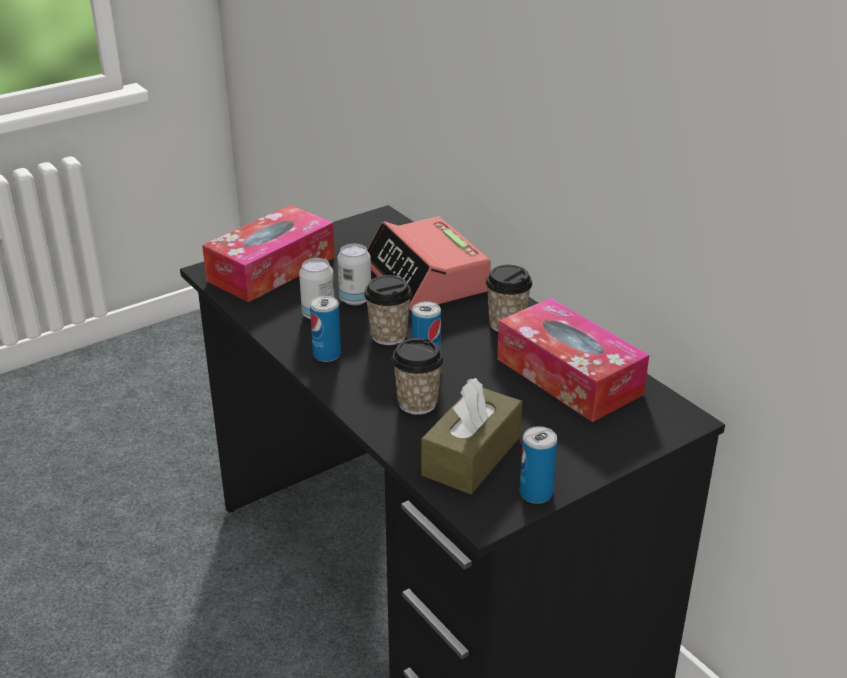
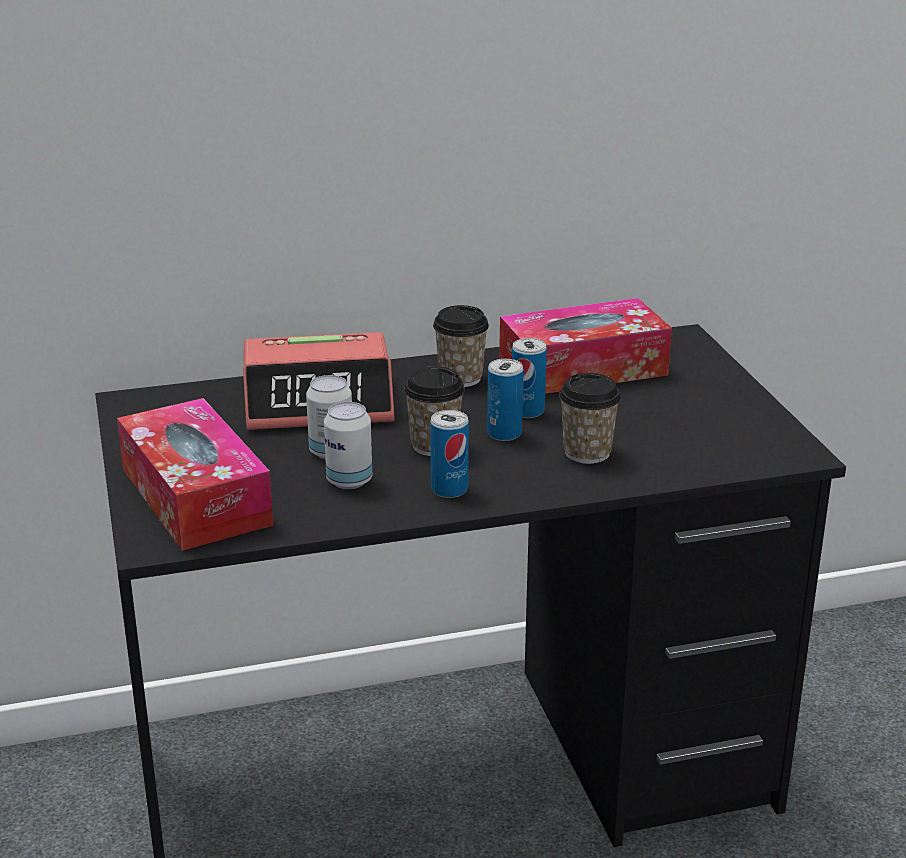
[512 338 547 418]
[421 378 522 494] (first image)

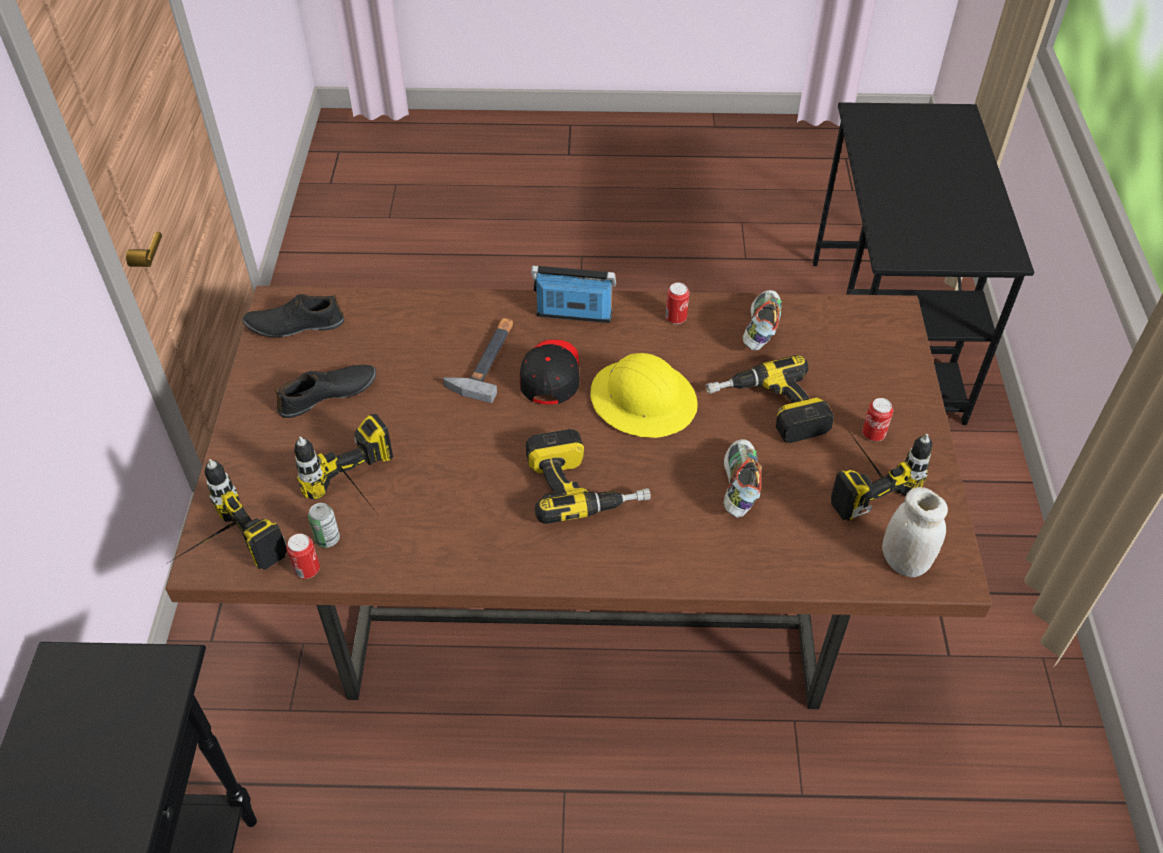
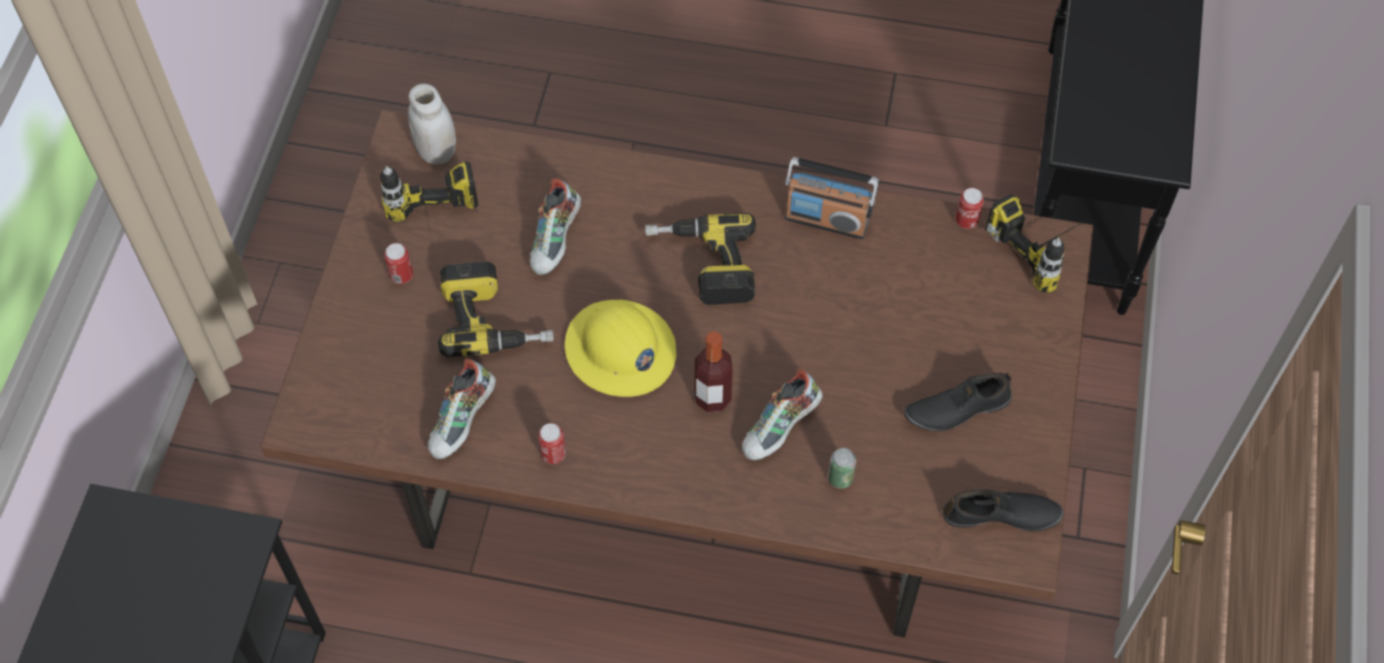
[694 331 733 412]
[742 368 823 461]
[785 157 879 239]
[828 448 856 489]
[294 413 393 517] (first image)

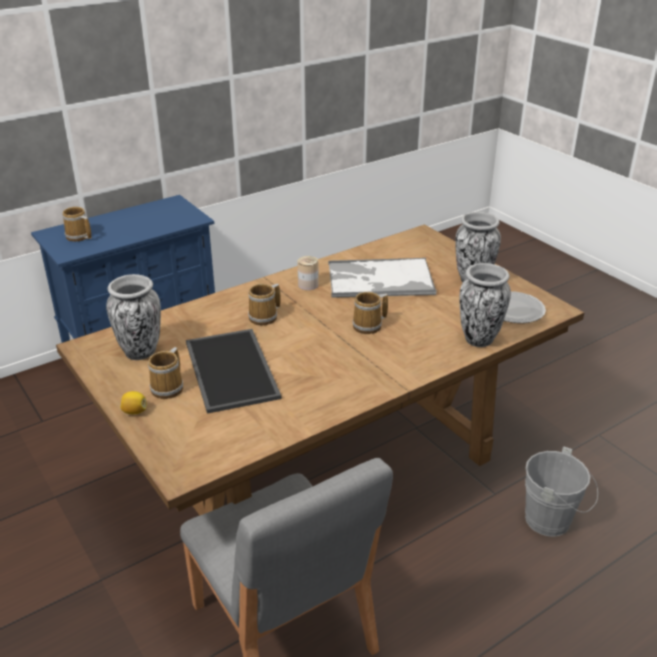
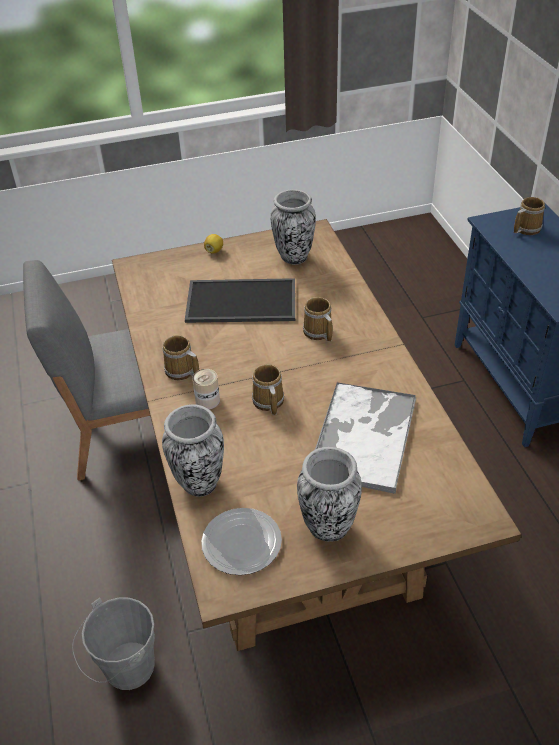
[162 335 199 380]
[192 369 220 409]

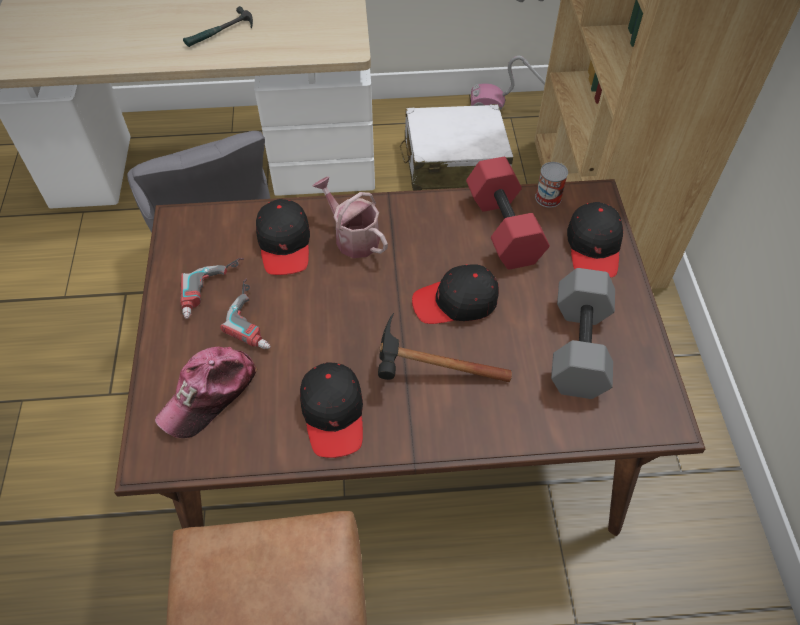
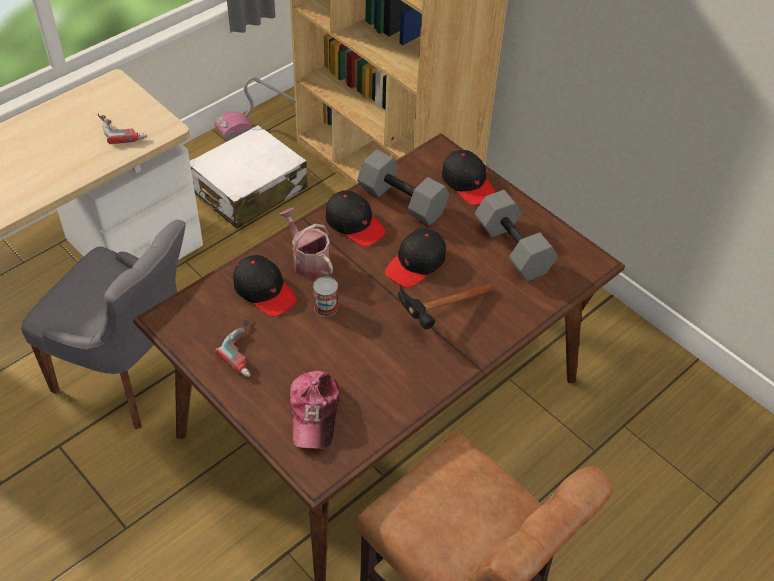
[98 113 147 144]
[279 208 333 278]
[313 276 338 317]
[325 190 386 247]
[357 150 449 226]
[183 6 253 47] (first image)

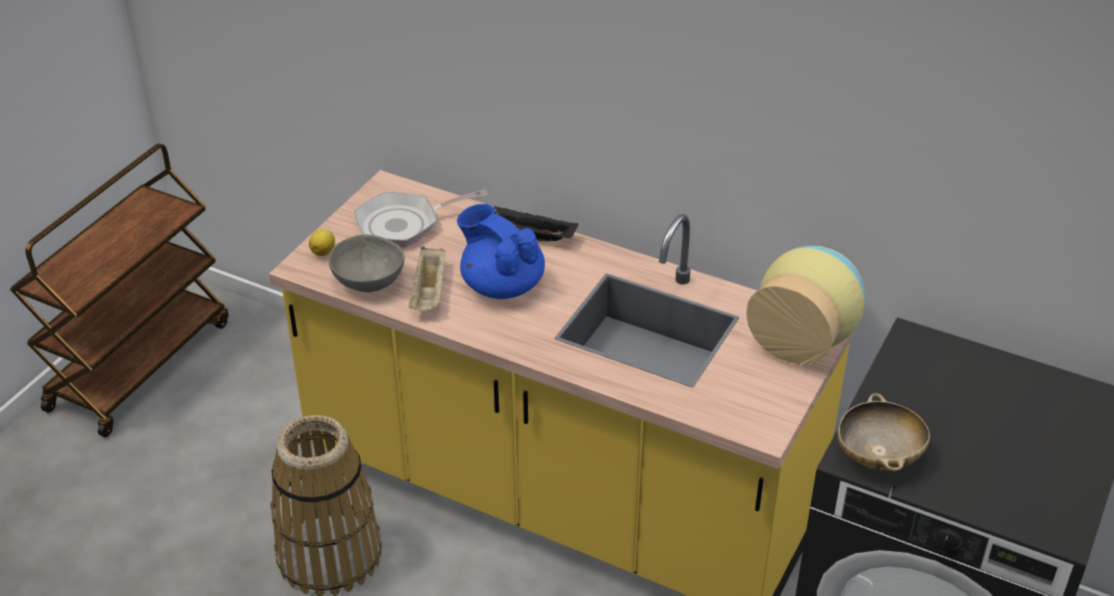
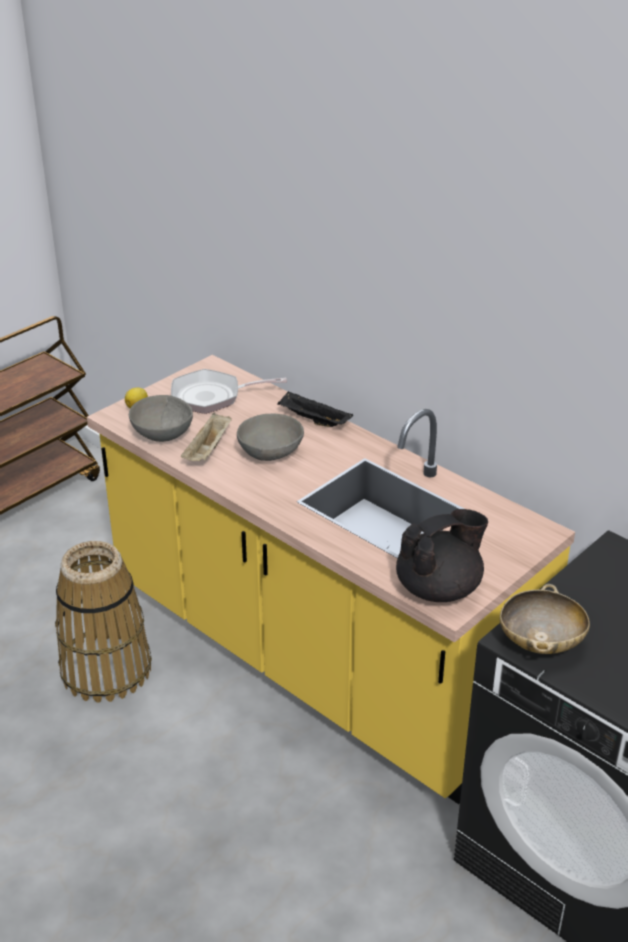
[237 414 304 461]
[396 509 488 602]
[746 246 865 366] (first image)

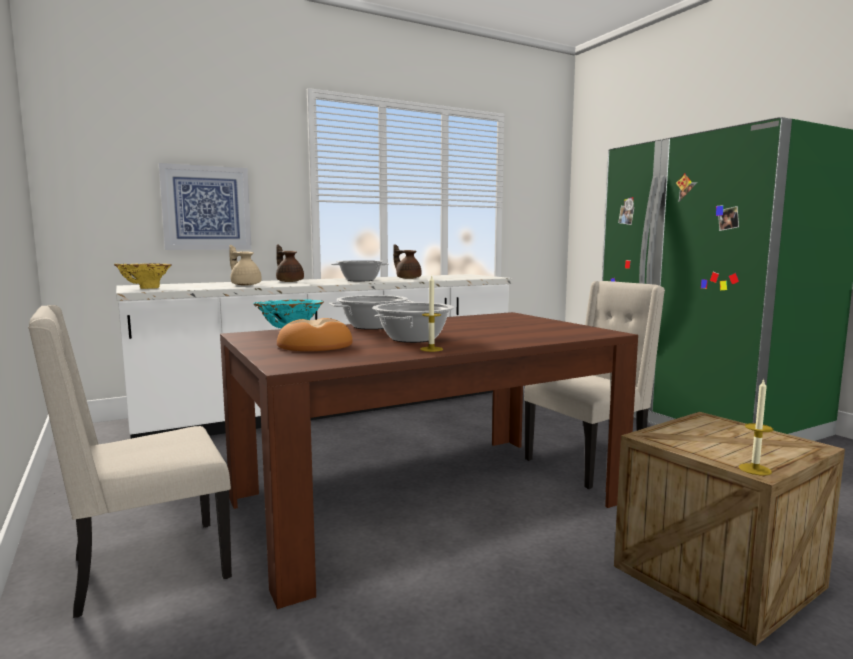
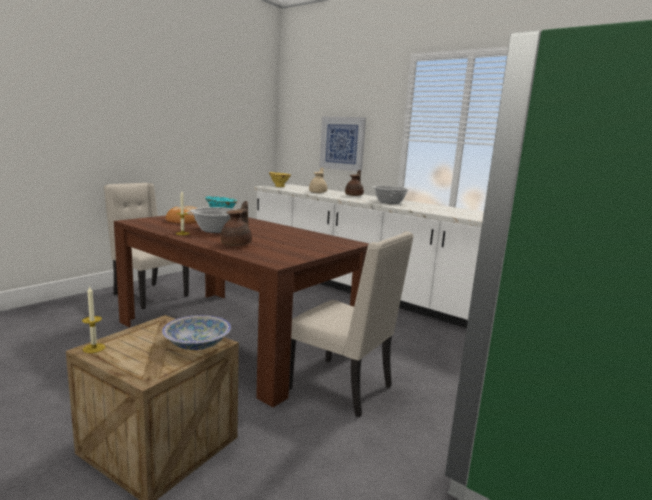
[162 315 231 350]
[221 201 252 246]
[329 295 413 330] (first image)

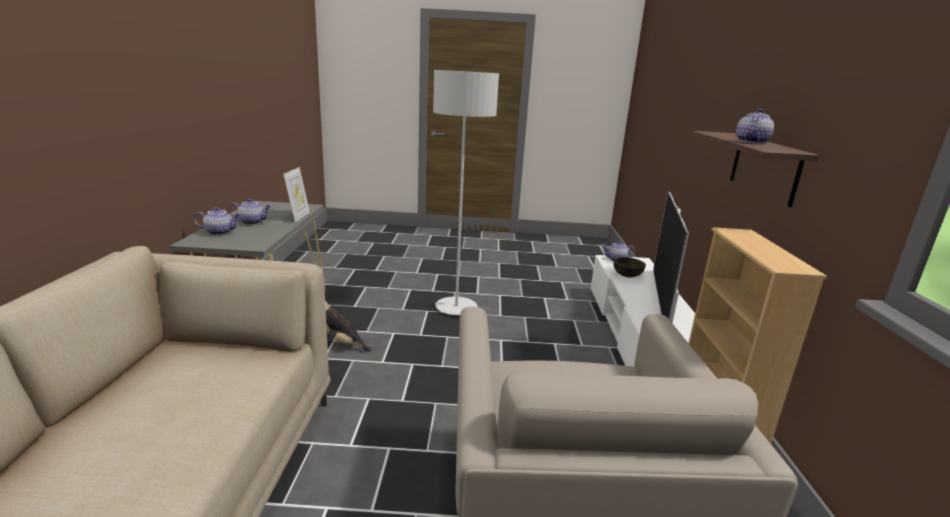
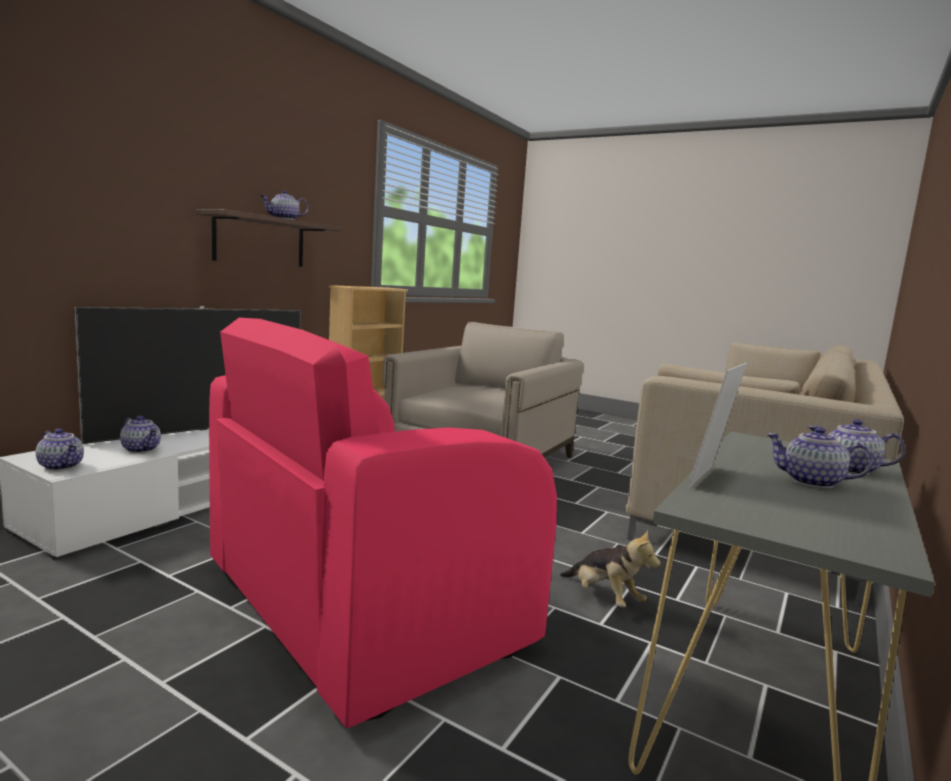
[120 416 161 453]
[209 318 557 728]

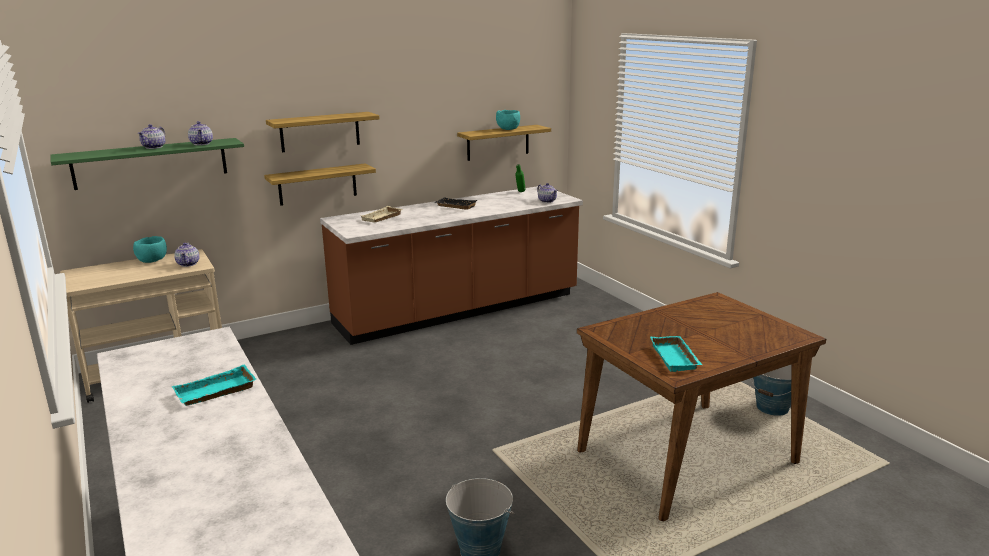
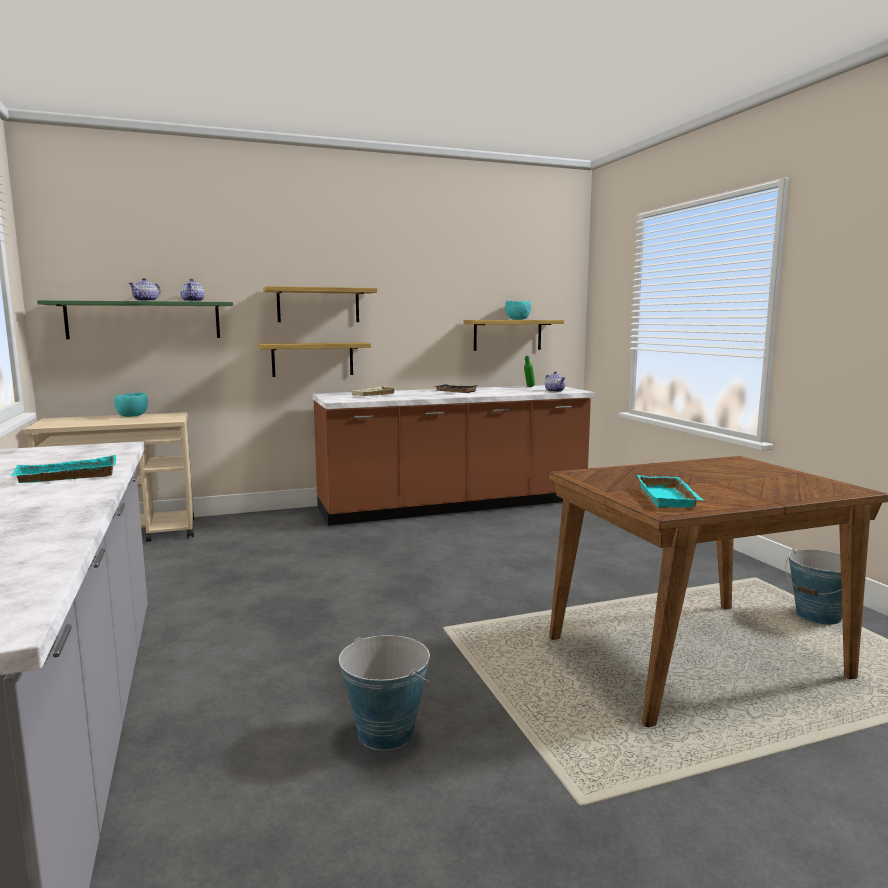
[174 243 199 267] (first image)

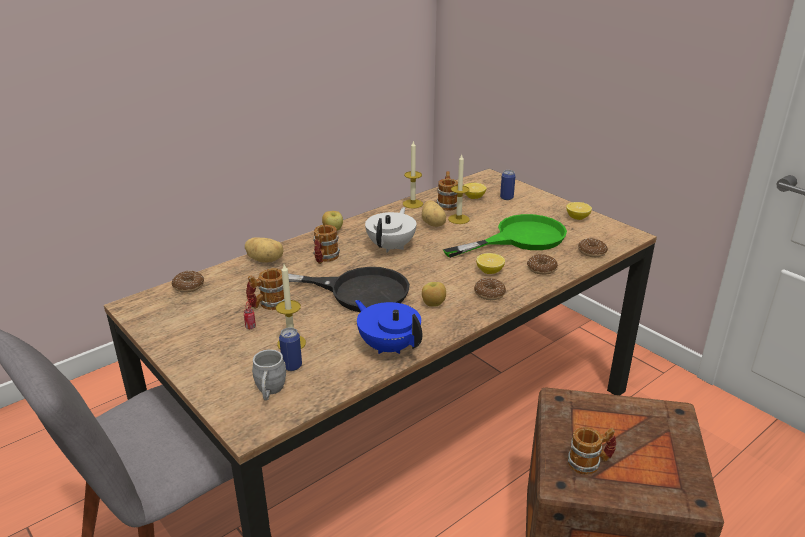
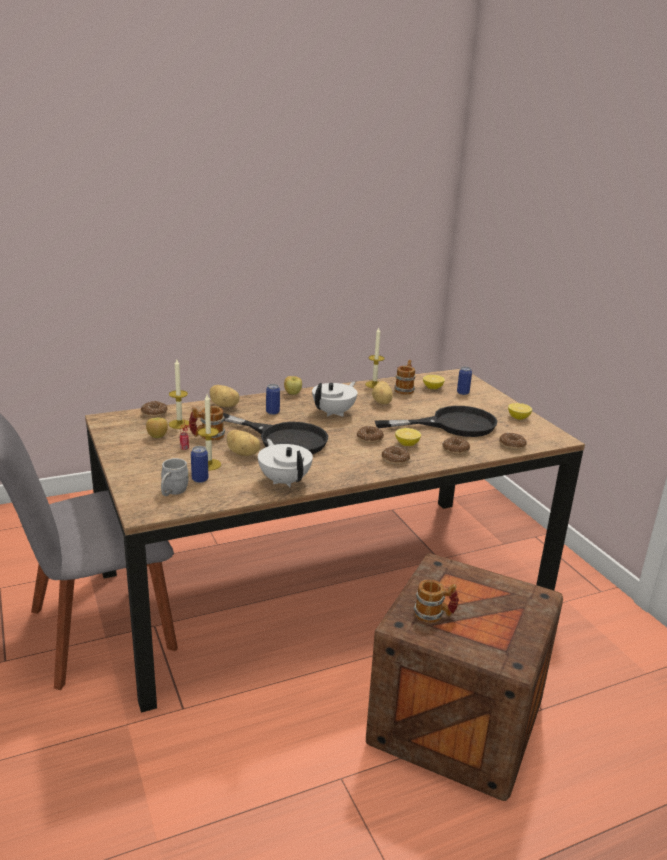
[146 418 168 438]
[169 359 189 429]
[227 430 261 456]
[258 439 313 487]
[266 384 280 415]
[357 426 384 443]
[375 406 497 437]

